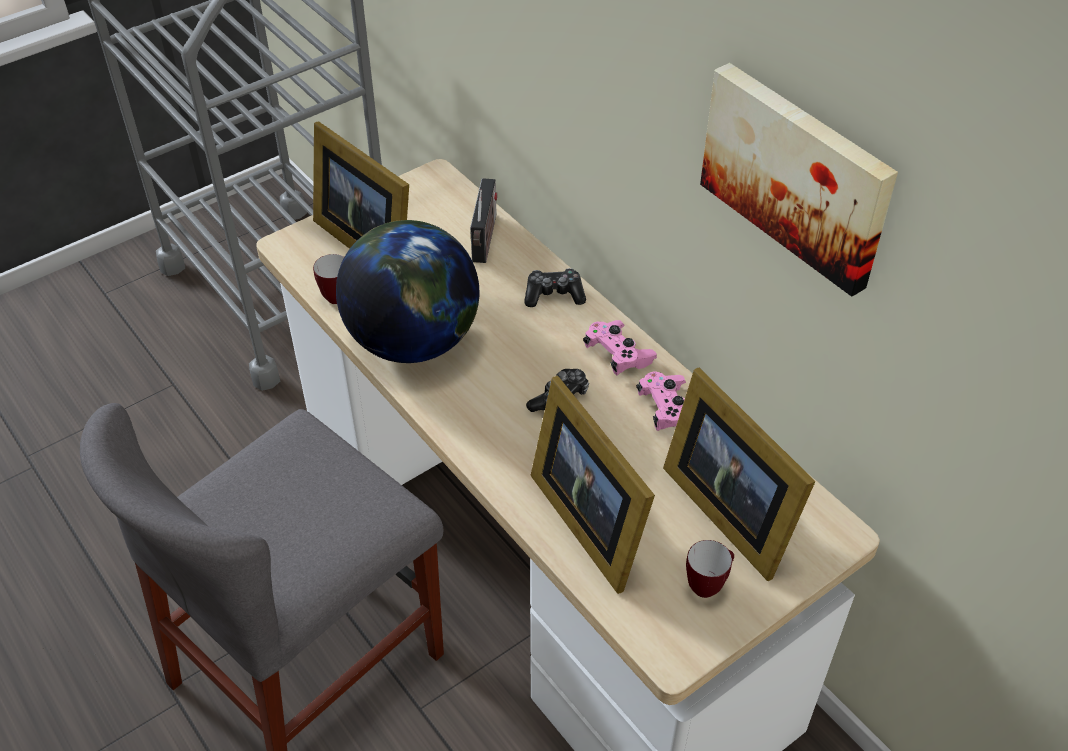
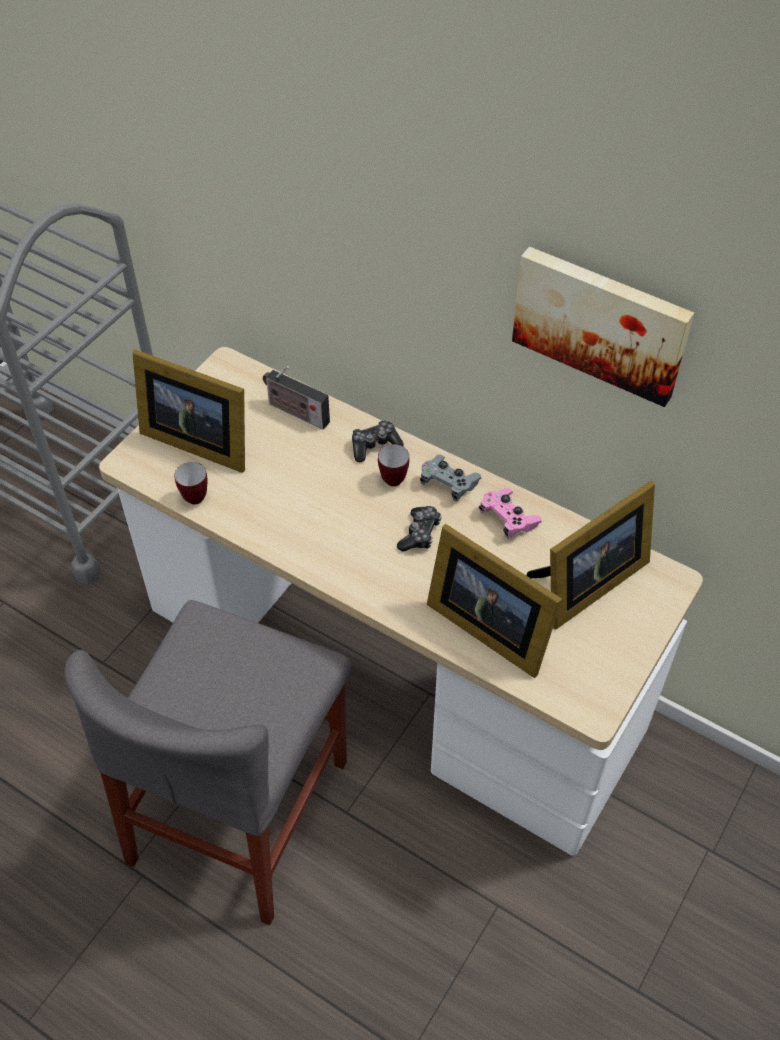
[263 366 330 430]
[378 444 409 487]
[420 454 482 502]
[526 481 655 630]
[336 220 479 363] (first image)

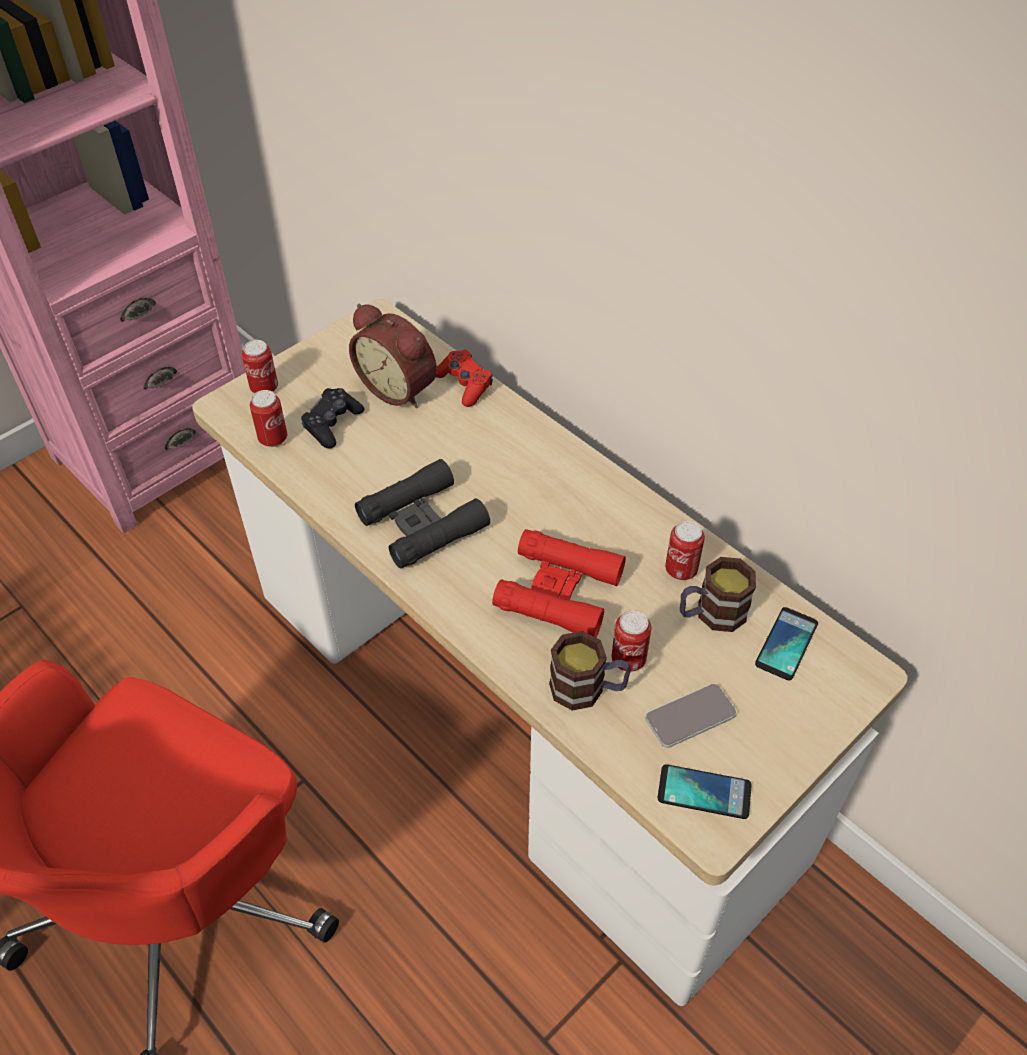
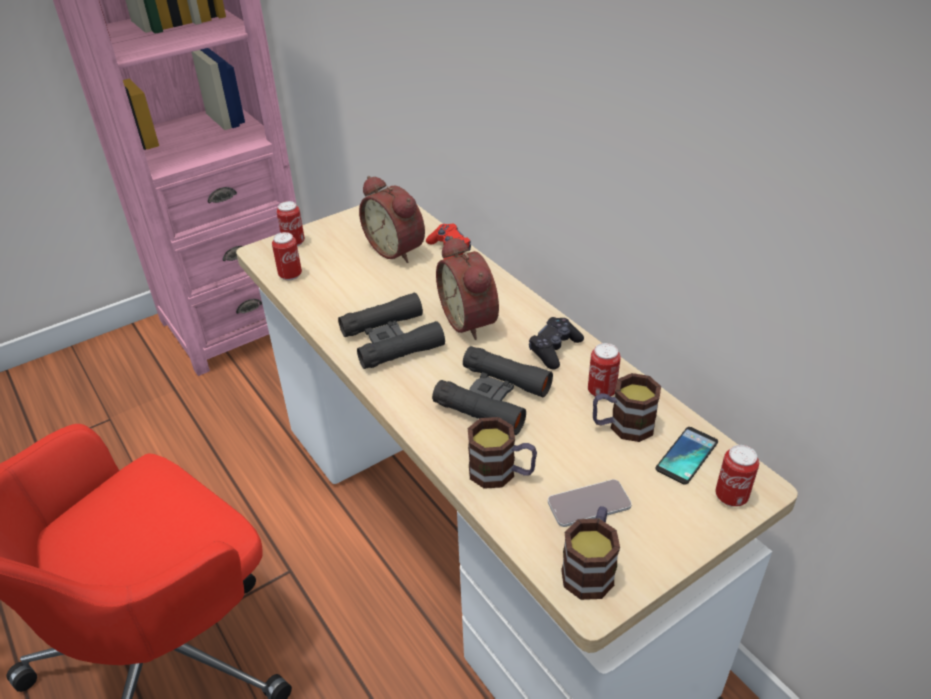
[432 346 553 435]
[436 236 499 340]
[529 317 584 370]
[561 506 620 600]
[715 445 759 507]

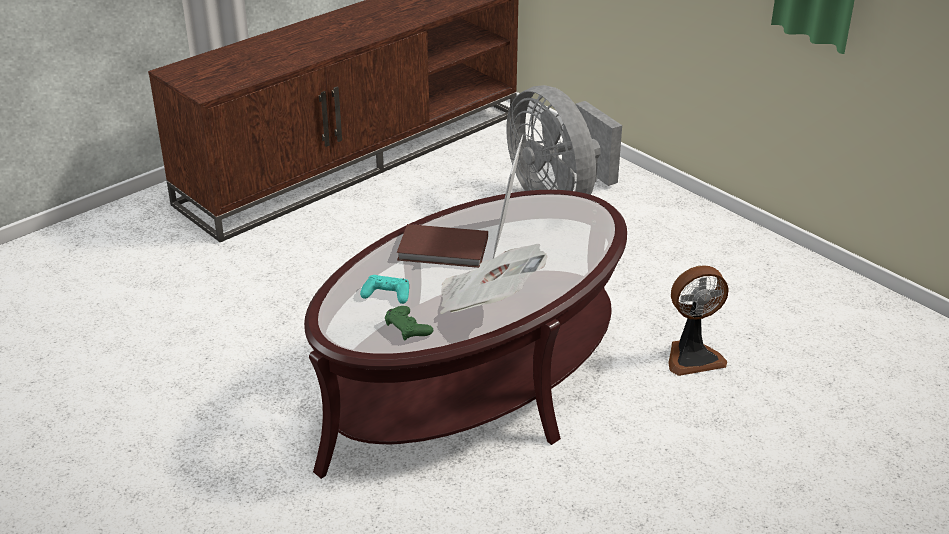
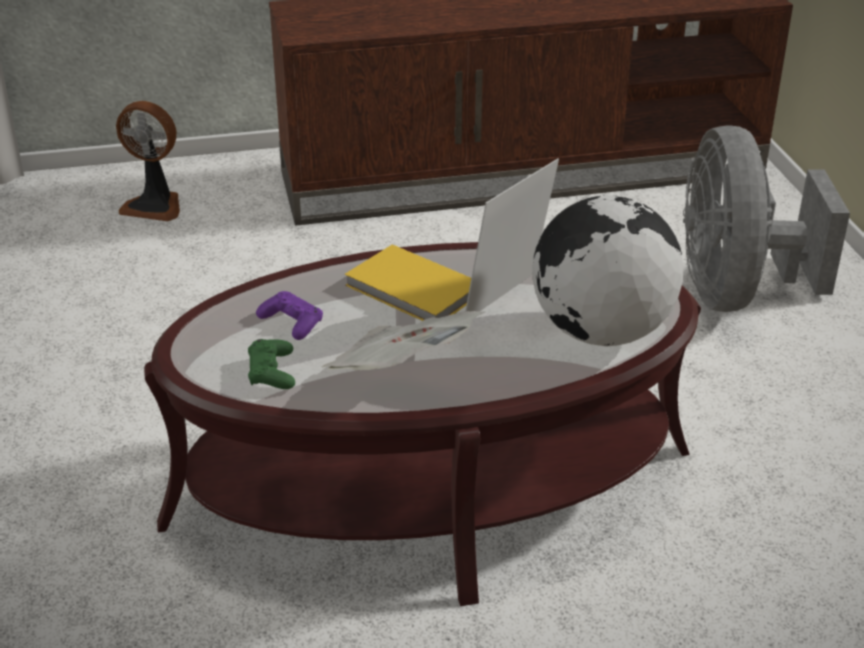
[116 101 180 221]
[256 291 323 340]
[345 245 471 321]
[532 196 684 346]

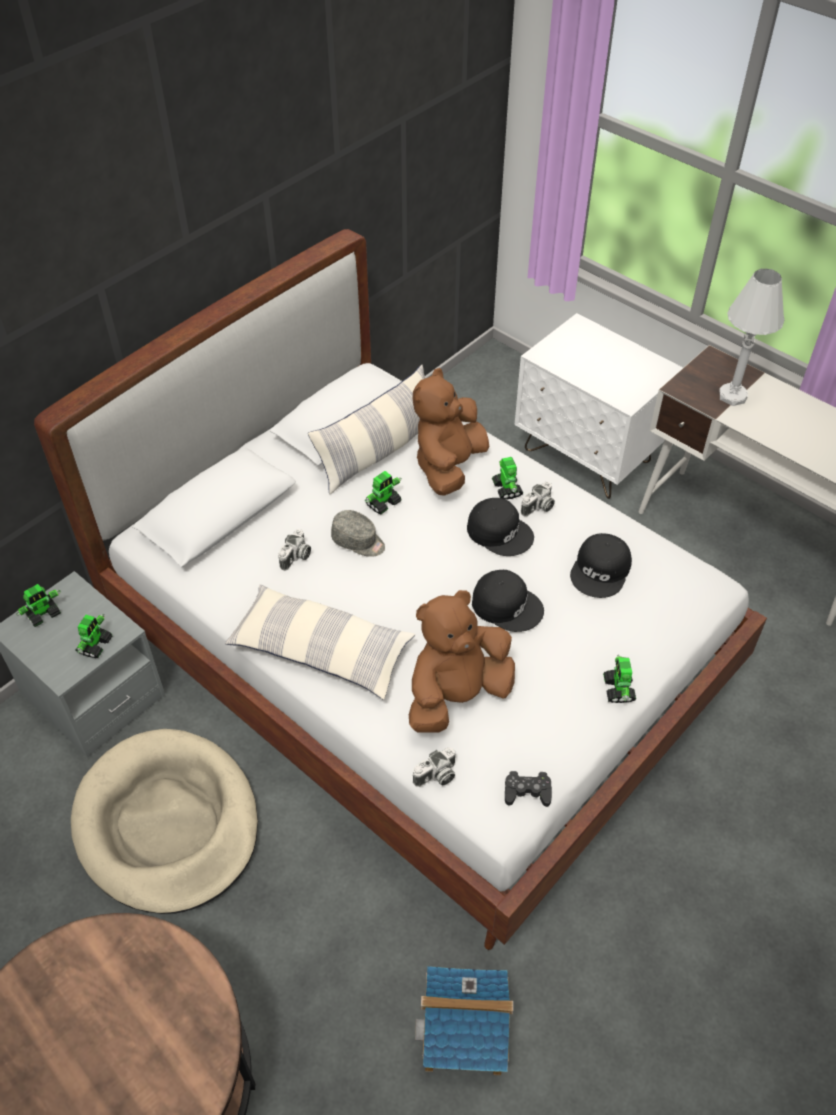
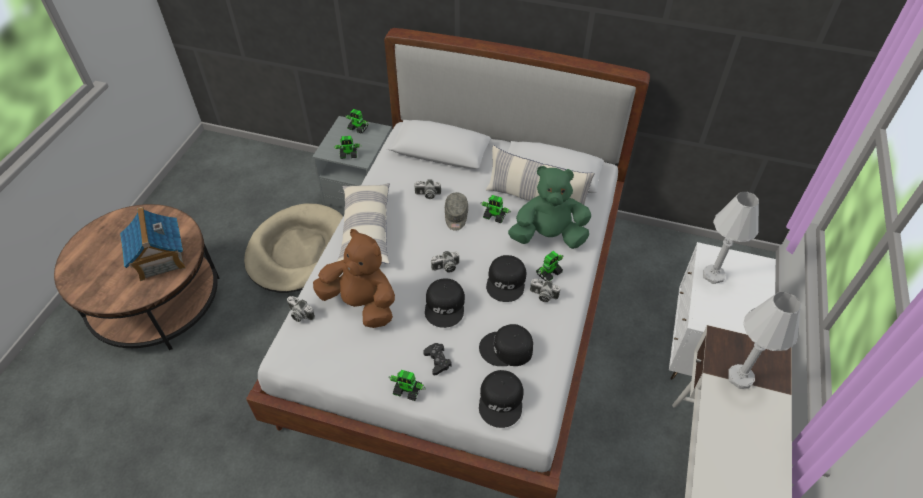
[120 207 186 281]
[388 370 426 401]
[423 343 452 375]
[431 251 459 273]
[479 370 524 428]
[508 166 591 249]
[703 192 759 284]

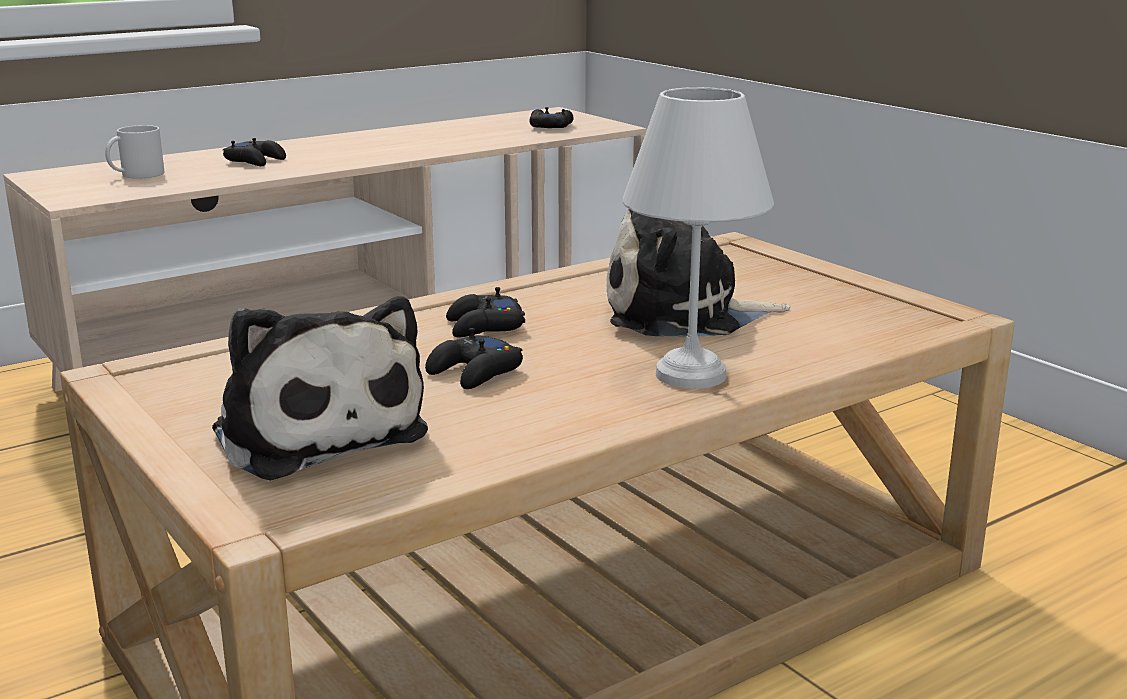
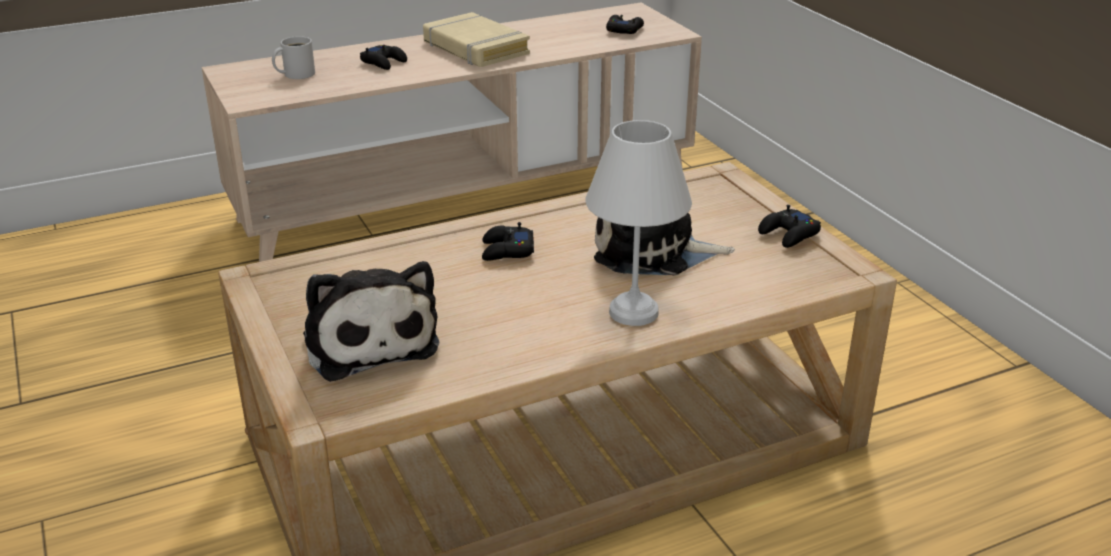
[423 12 530 67]
[758 205 821 248]

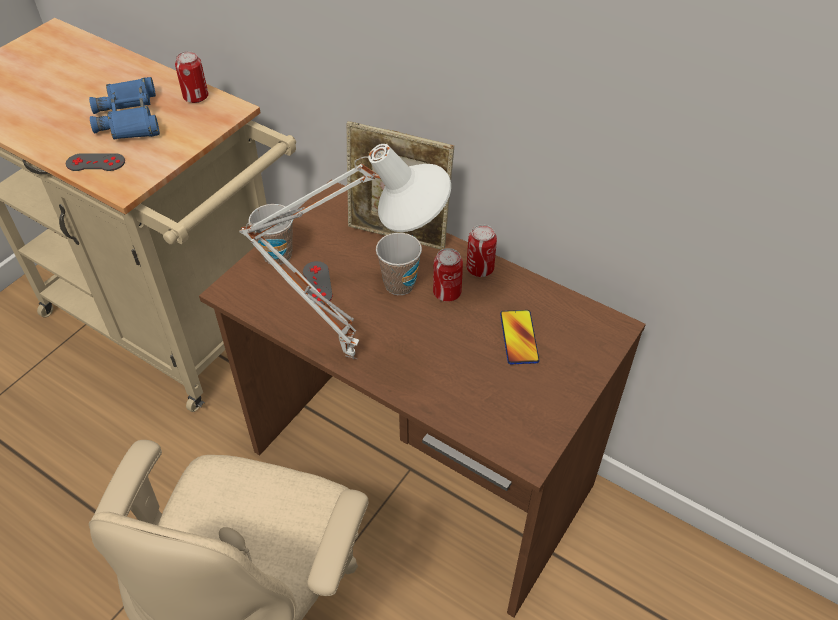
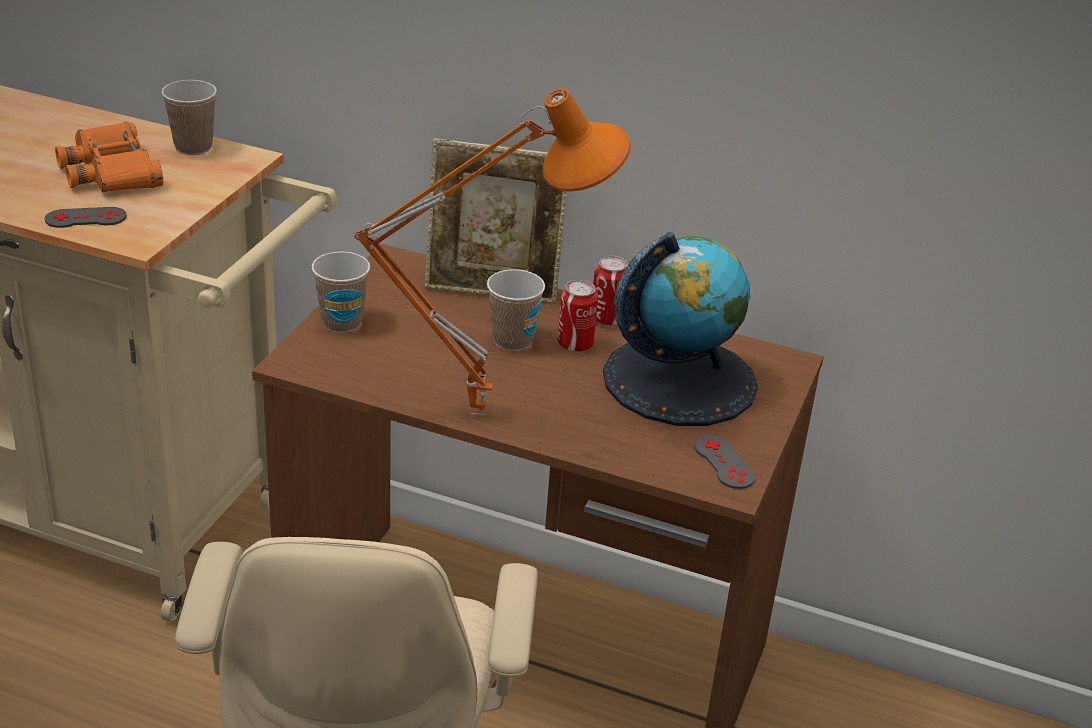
[55 122 163 192]
[161 80 217 155]
[354 88 630 416]
[603 232 758 426]
[694 435 755 489]

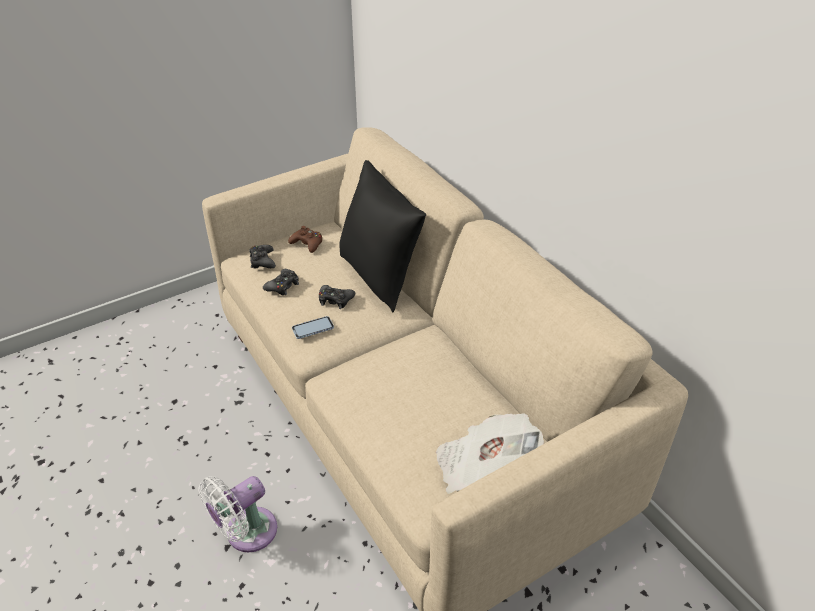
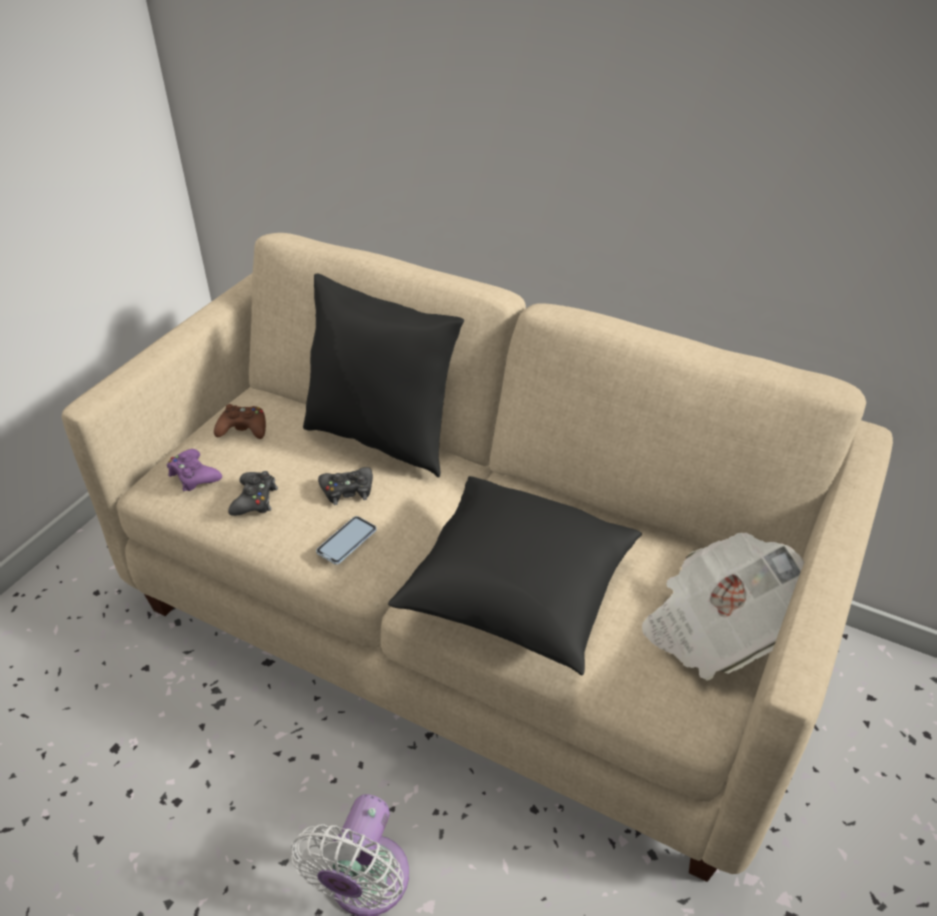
[167 449 222 491]
[388 476 642 675]

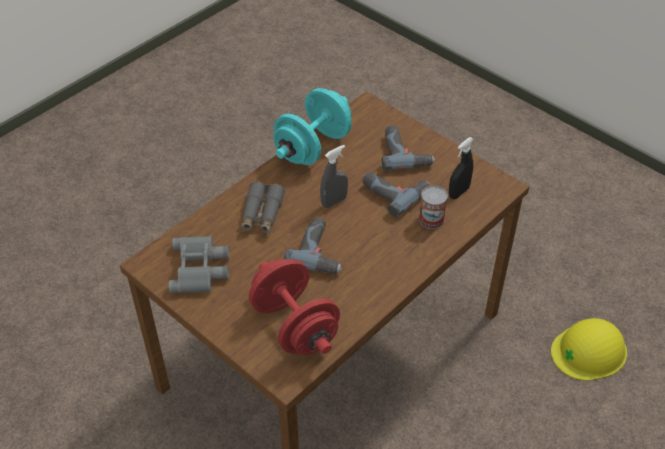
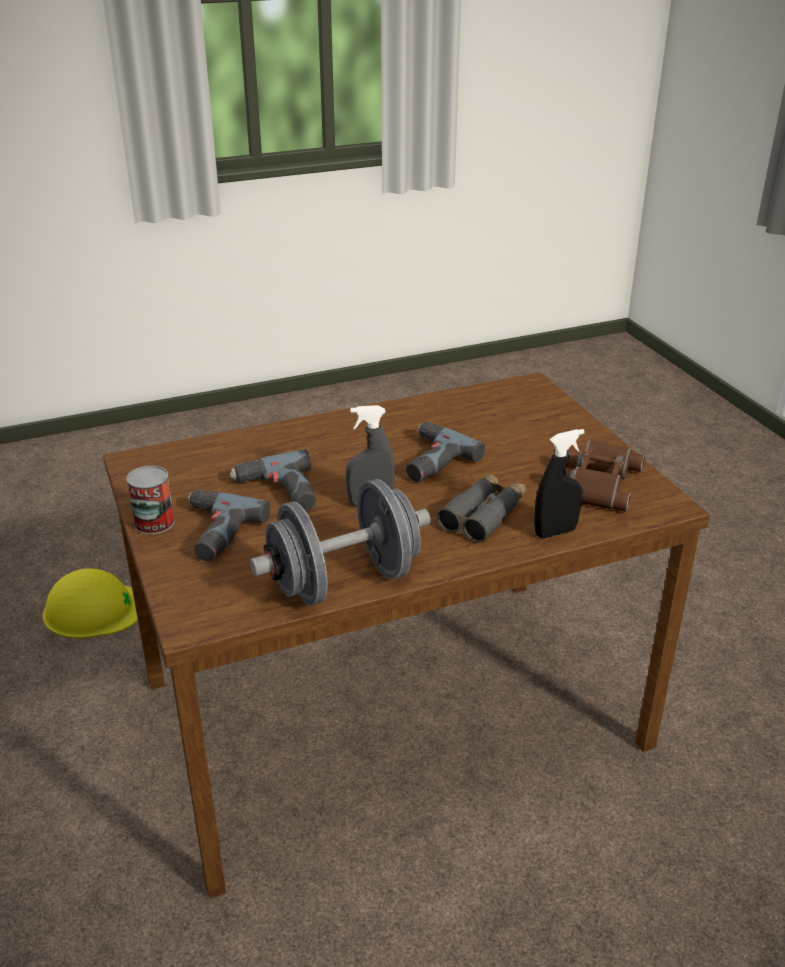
[126 466 175 534]
[250 479 431 605]
[534 429 585 538]
[565 440 645 512]
[249 259 340 355] (first image)

